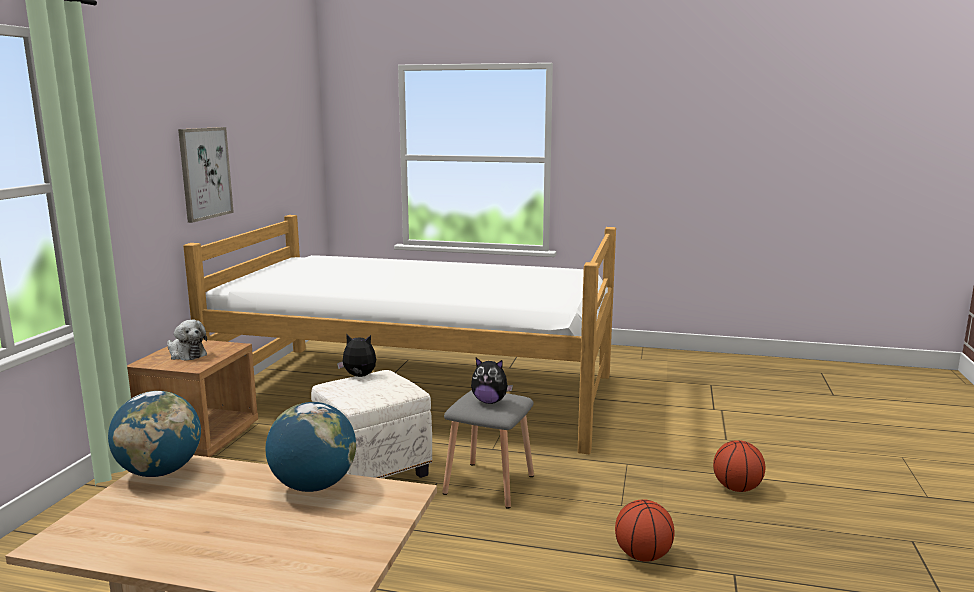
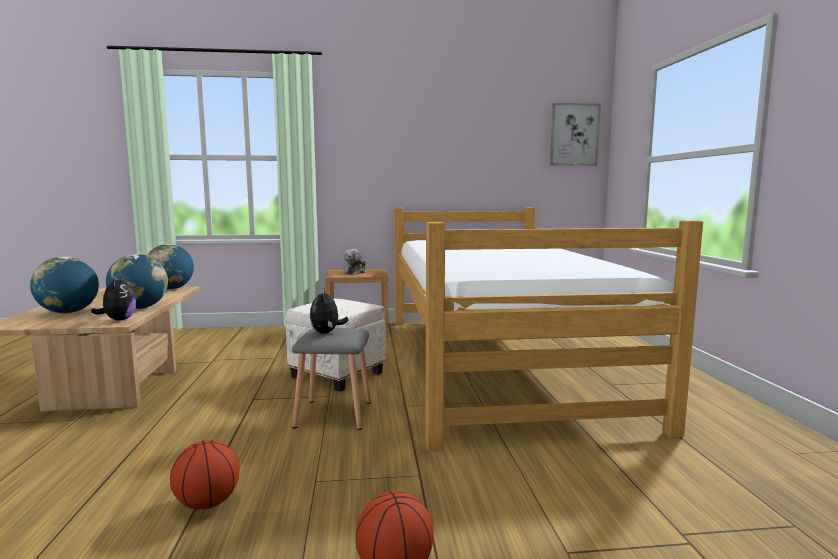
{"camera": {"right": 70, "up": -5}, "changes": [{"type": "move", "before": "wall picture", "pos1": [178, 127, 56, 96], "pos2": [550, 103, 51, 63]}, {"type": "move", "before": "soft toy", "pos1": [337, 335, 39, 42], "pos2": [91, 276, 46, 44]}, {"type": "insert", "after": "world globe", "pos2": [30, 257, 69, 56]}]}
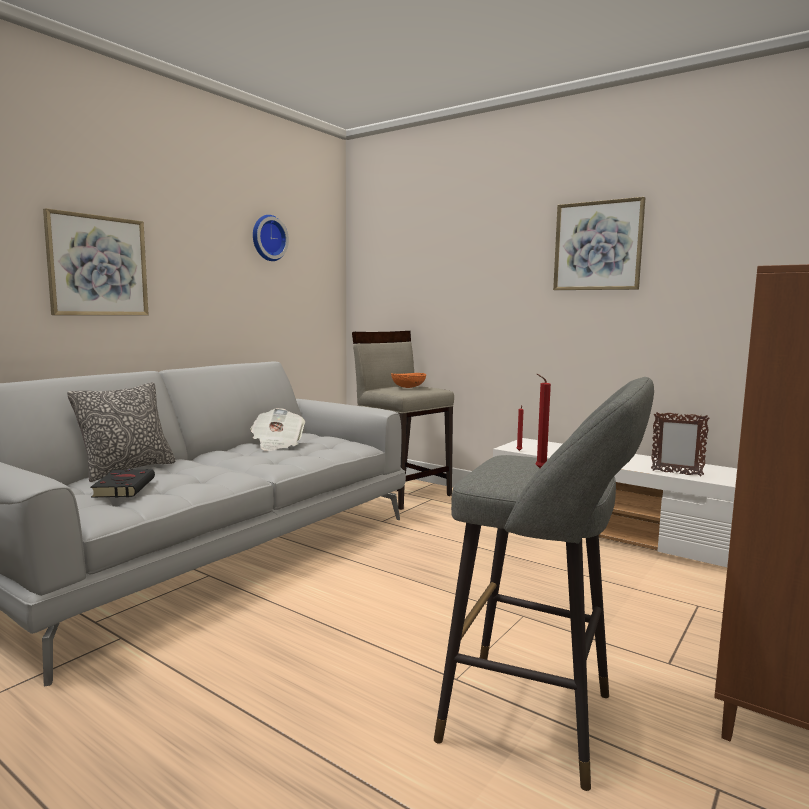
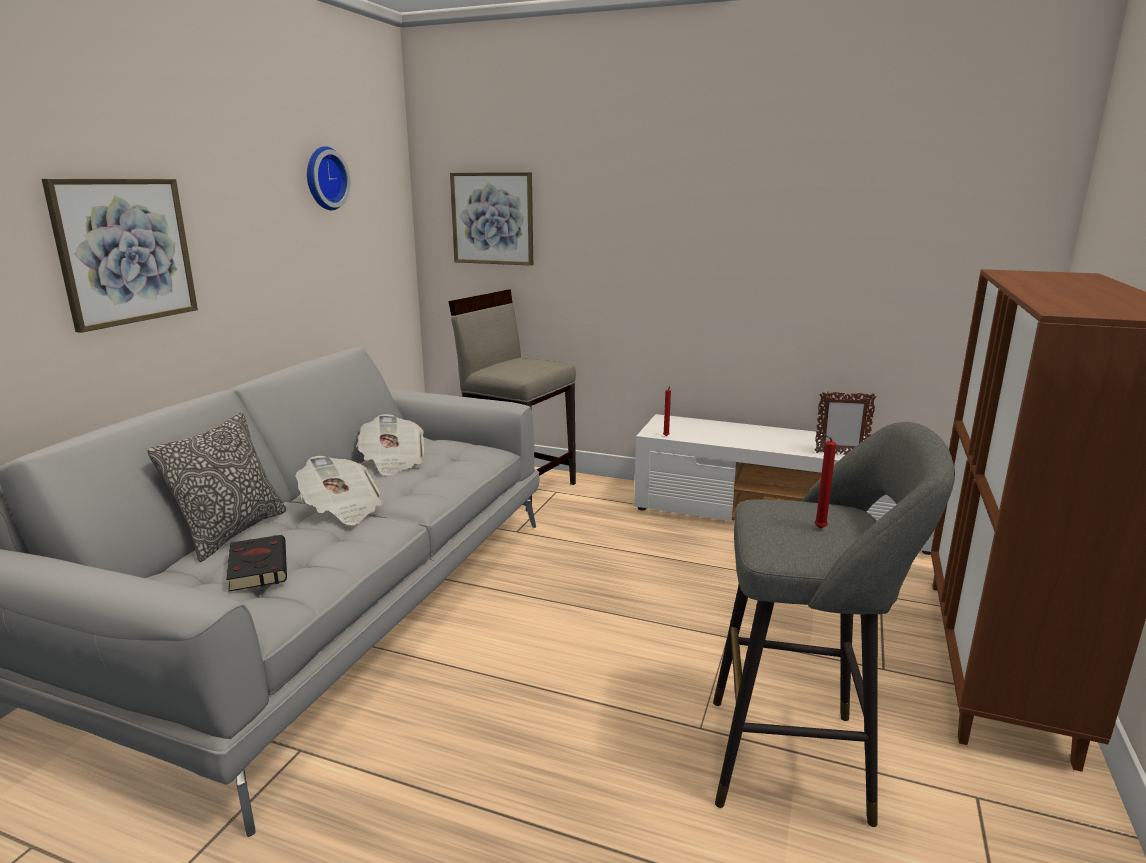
{"camera": {"right": -15, "up": 10}, "changes": [{"type": "delete", "before": "orange serving bowl", "pos1": [391, 373, 35, 15]}, {"type": "move", "before": "wall picture", "pos1": [553, 197, 92, 93], "pos2": [450, 172, 83, 94]}, {"type": "insert", "after": "newspaper", "pos2": [295, 456, 88, 69]}]}
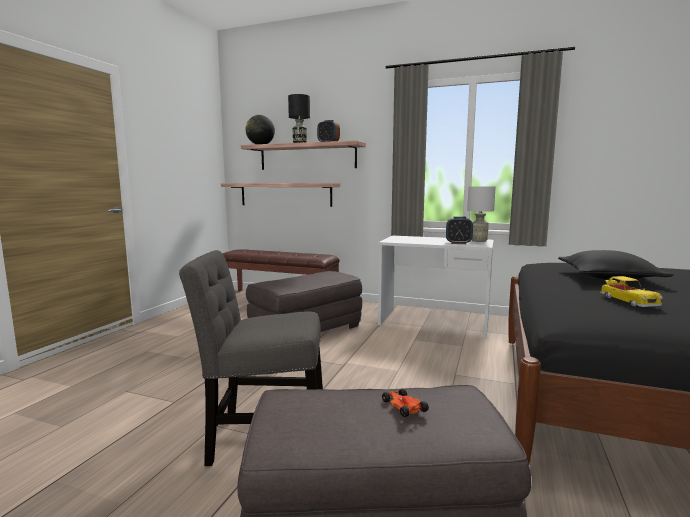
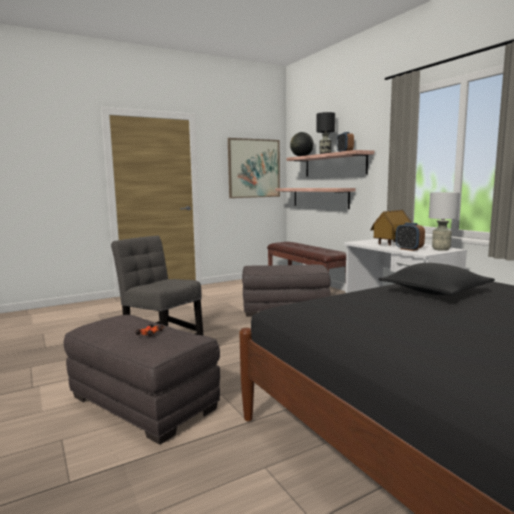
{"camera": {"right": 40, "up": 0}, "changes": [{"type": "delete", "before": "model car", "pos1": [600, 276, 63, 31]}, {"type": "insert", "after": "wall picture", "pos2": [228, 138, 52, 60]}, {"type": "insert", "after": "model house", "pos2": [371, 210, 41, 36]}]}
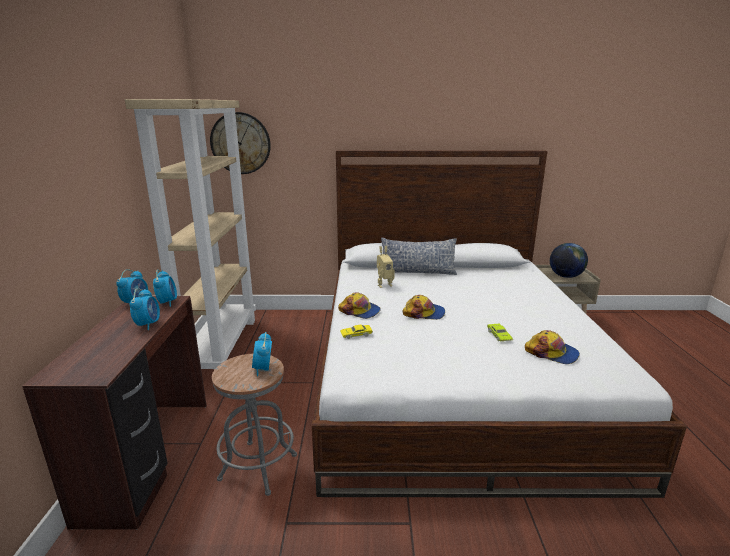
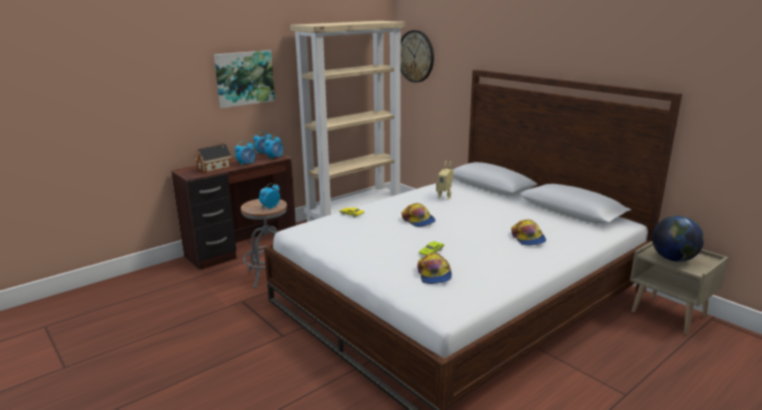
{"camera": {"right": 50, "up": 0}, "changes": [{"type": "move", "before": "cap", "pos1": [338, 293, 43, 26], "pos2": [511, 219, 35, 27]}, {"type": "delete", "before": "throw pillow", "pos1": [381, 238, 76, 37]}, {"type": "insert", "after": "model house", "pos2": [195, 142, 37, 31]}, {"type": "insert", "after": "wall picture", "pos2": [214, 50, 61, 58]}]}
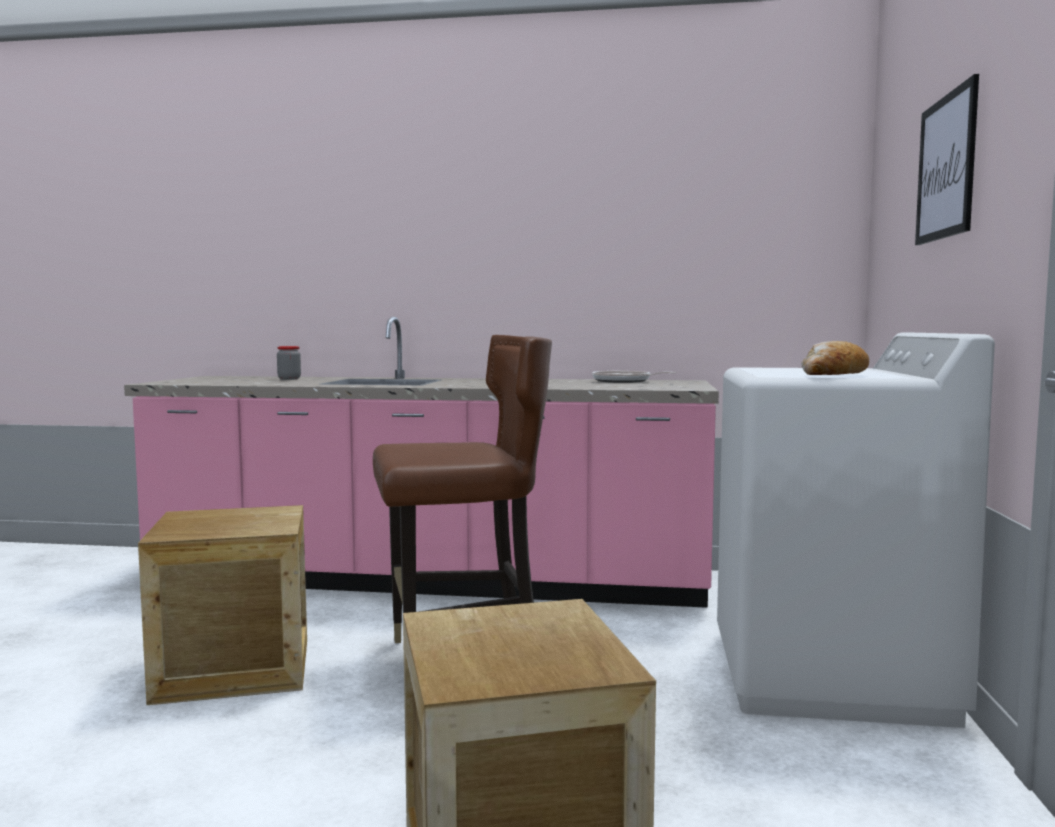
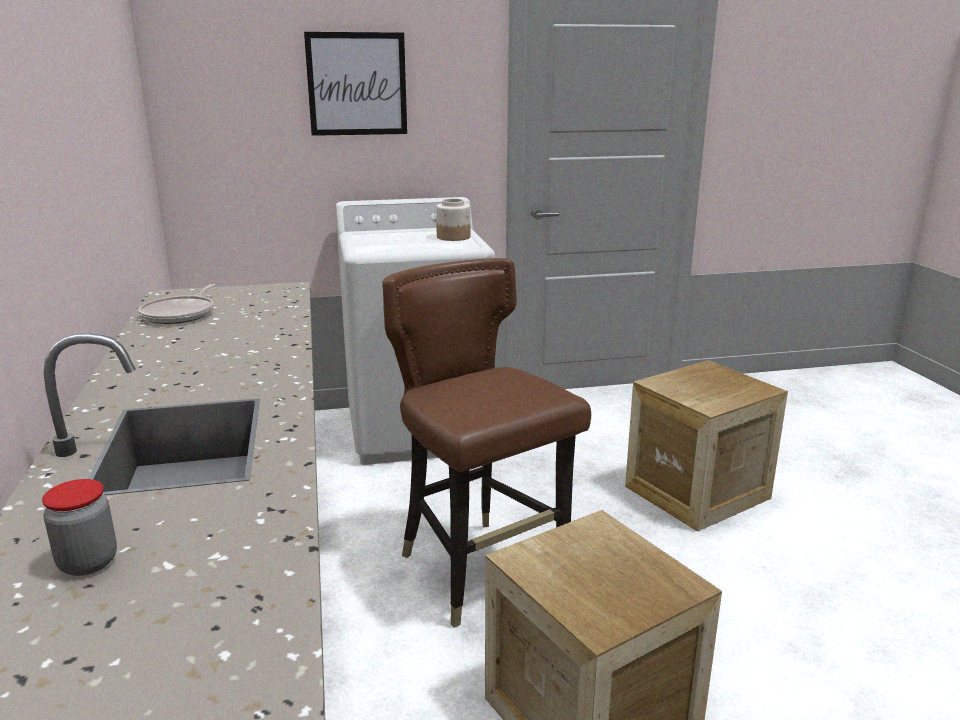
{"camera": {"right": -110, "up": 15}, "changes": [{"type": "replace", "before": "baked bread", "after": "storage jar", "pos1": [801, 341, 68, 34], "pos2": [436, 199, 34, 42]}]}
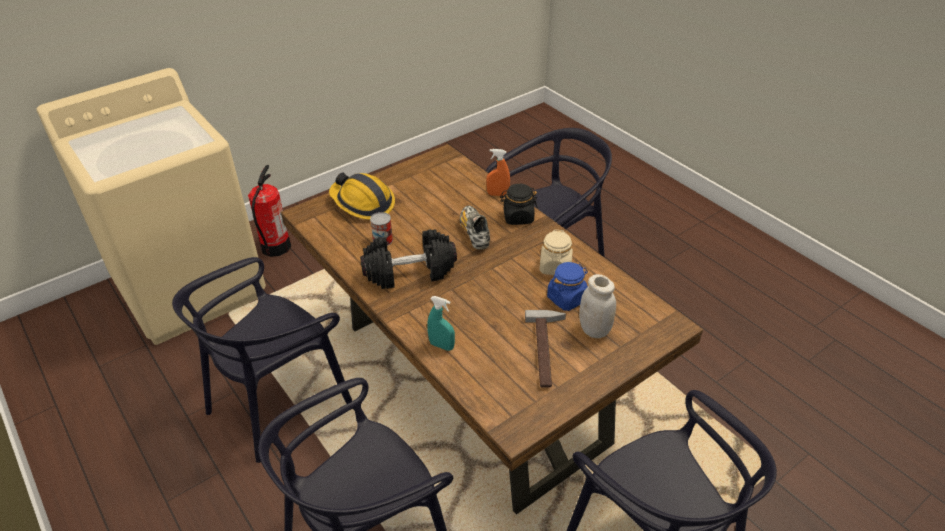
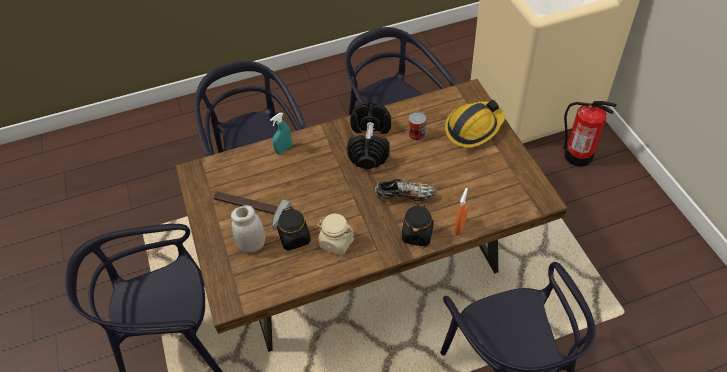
{"camera": {"right": 110, "up": 10}, "changes": [{"type": "recolor", "before": "blue-coloured storage jar", "after": "black storage jar", "pos1": [547, 262, 41, 49], "pos2": [277, 207, 34, 44]}]}
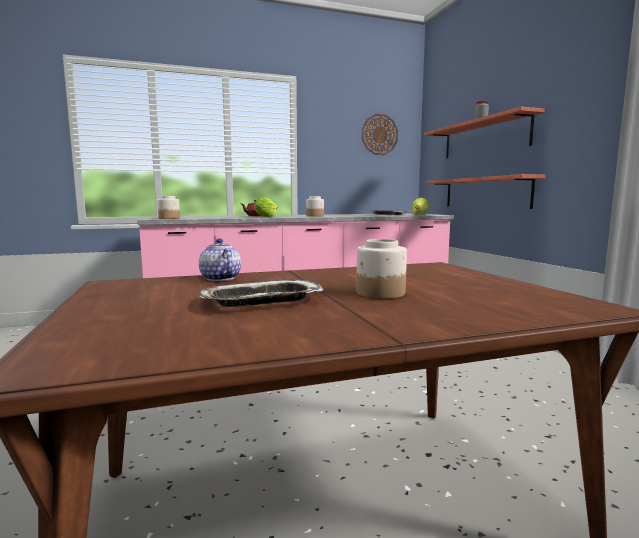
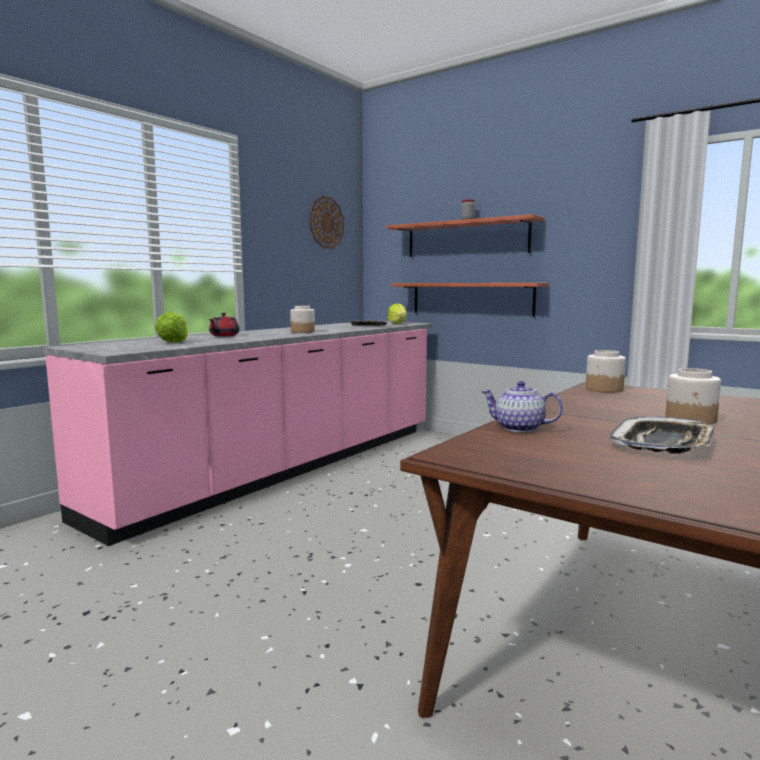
{"camera": {"right": -35, "up": 0}, "changes": [{"type": "move", "before": "storage jar", "pos1": [158, 196, 22, 23], "pos2": [586, 350, 40, 43]}, {"type": "move", "before": "head of lettuce", "pos1": [254, 197, 24, 20], "pos2": [155, 312, 33, 30]}]}
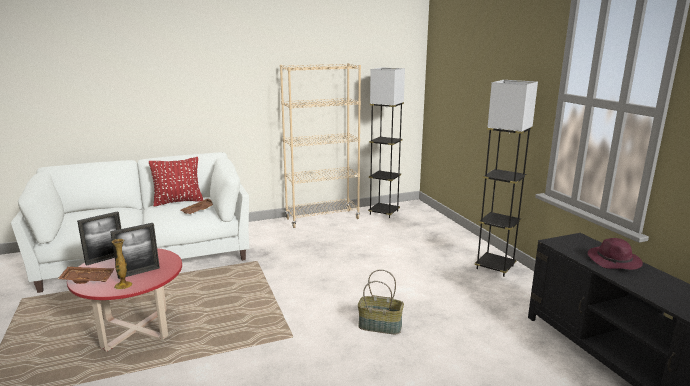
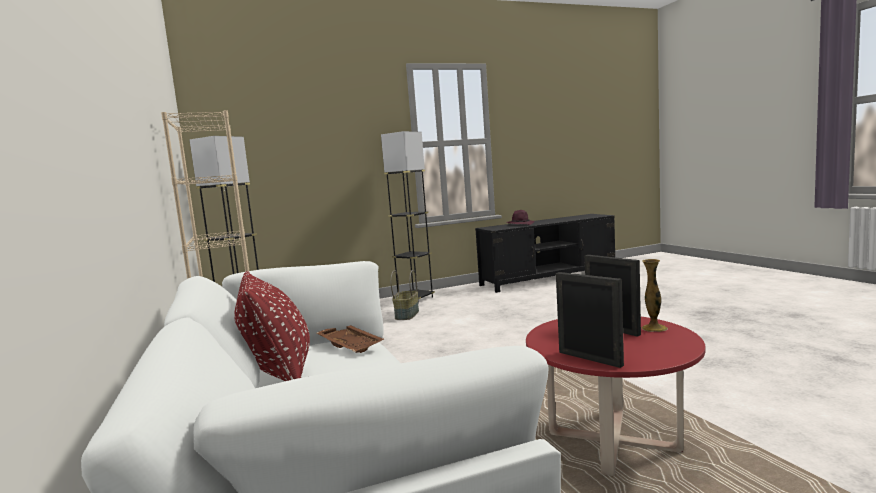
{"camera": {"right": -90, "up": -10}, "changes": [{"type": "delete", "before": "brown-coloured tray", "pos1": [58, 266, 57, 18]}, {"type": "move", "before": "basket", "pos1": [358, 270, 46, 64], "pos2": [391, 270, 28, 50]}]}
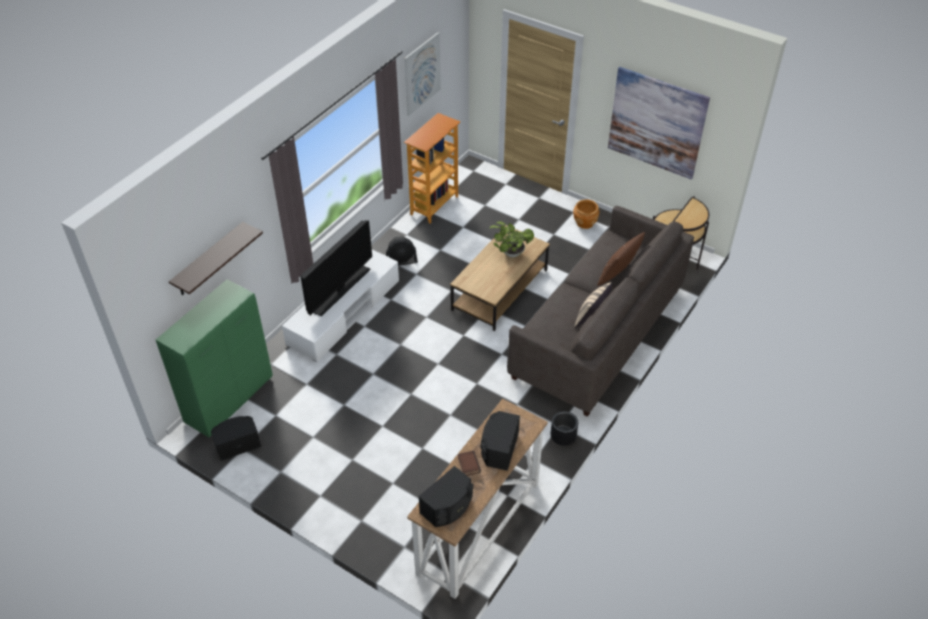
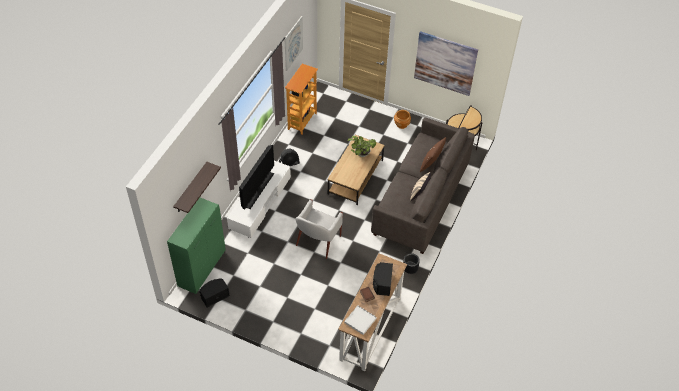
{"camera": {"right": -10, "up": 5}, "changes": [{"type": "replace", "before": "black audio speaker", "after": "white-coloured tray", "pos1": [418, 466, 56, 61], "pos2": [344, 305, 33, 30]}, {"type": "insert", "after": "white-coloured easy chair", "pos2": [295, 199, 48, 60]}]}
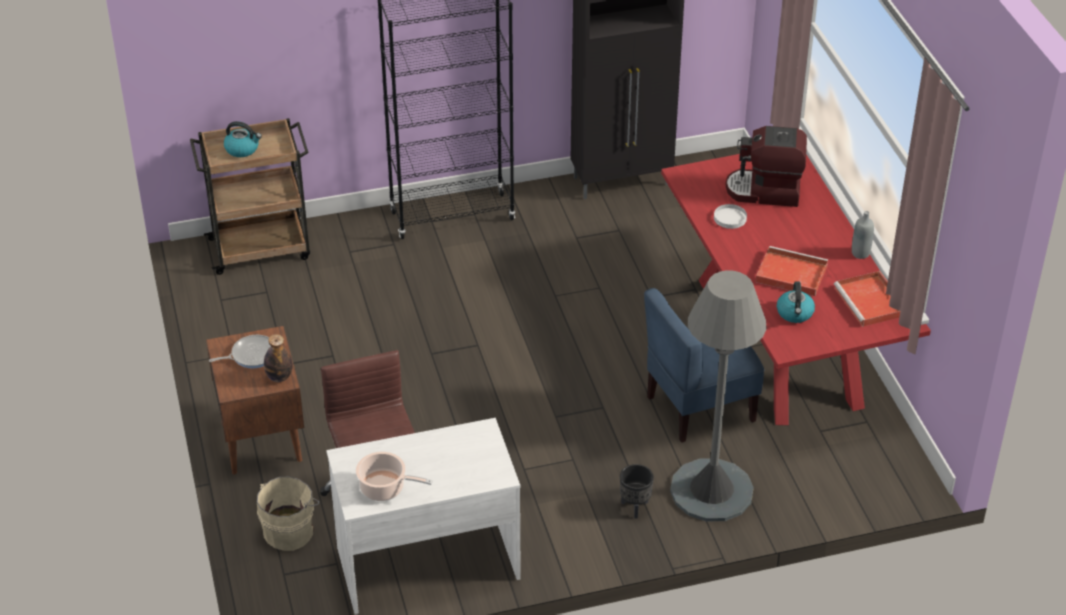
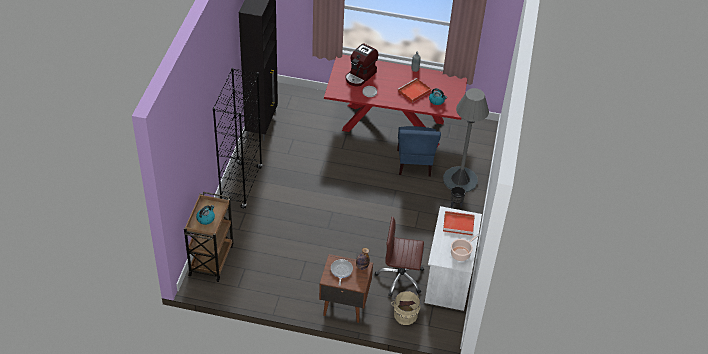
{"camera": {"right": -65, "up": 5}, "changes": [{"type": "move", "before": "red tray", "pos1": [834, 271, 66, 56], "pos2": [443, 211, 32, 25]}]}
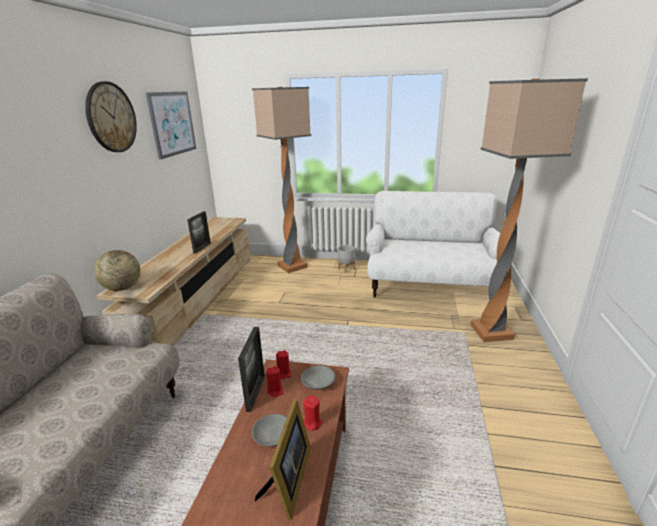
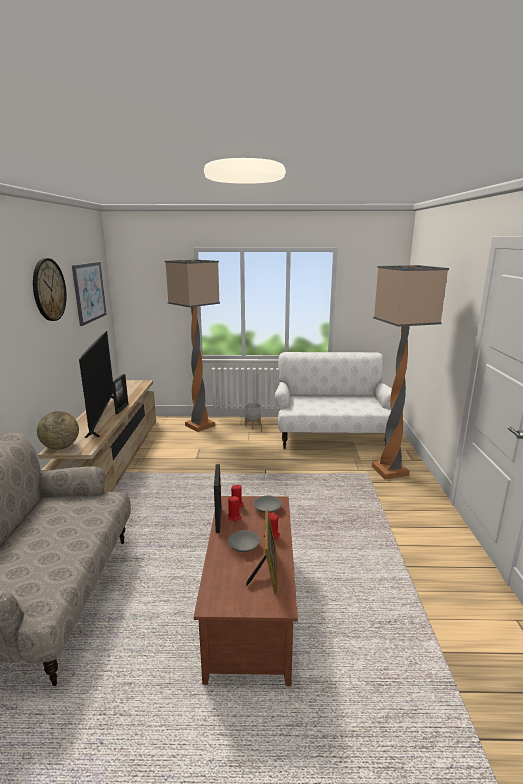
{"camera": {"right": -10, "up": -5}, "changes": [{"type": "insert", "after": "TV set", "pos2": [79, 331, 35, 107]}]}
